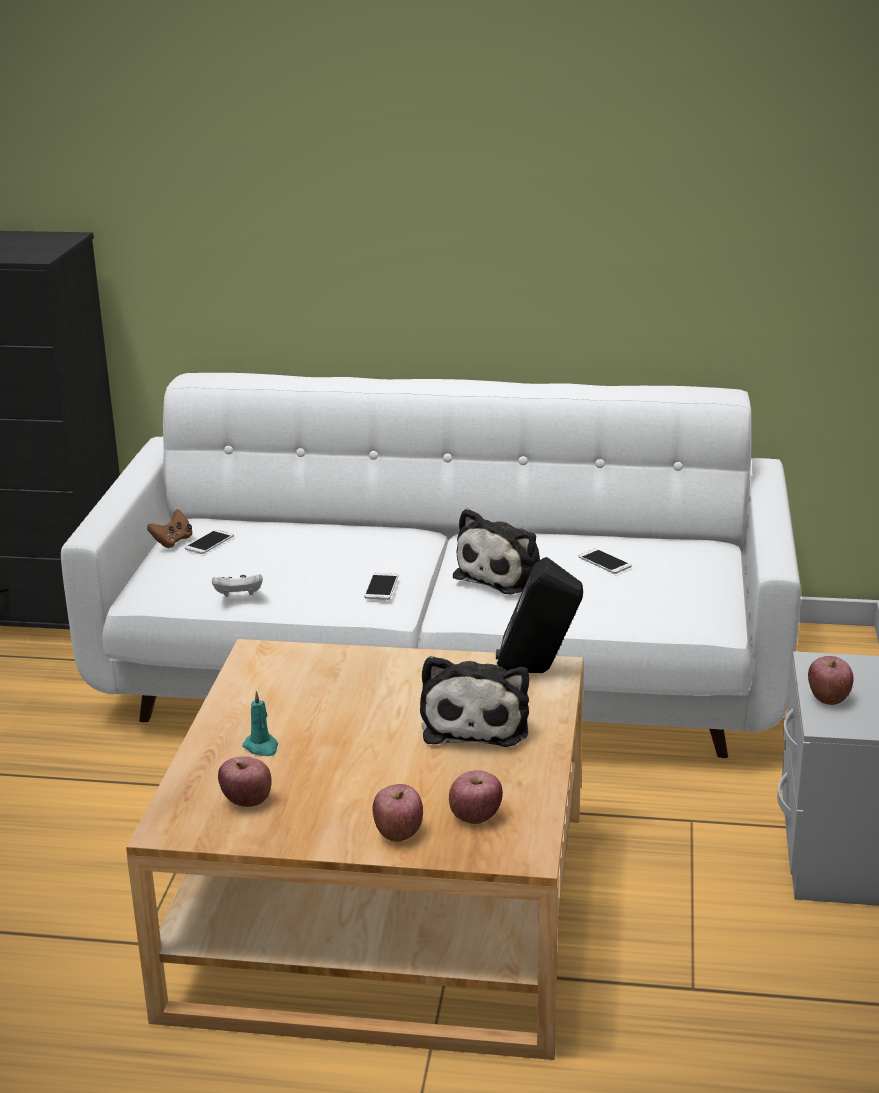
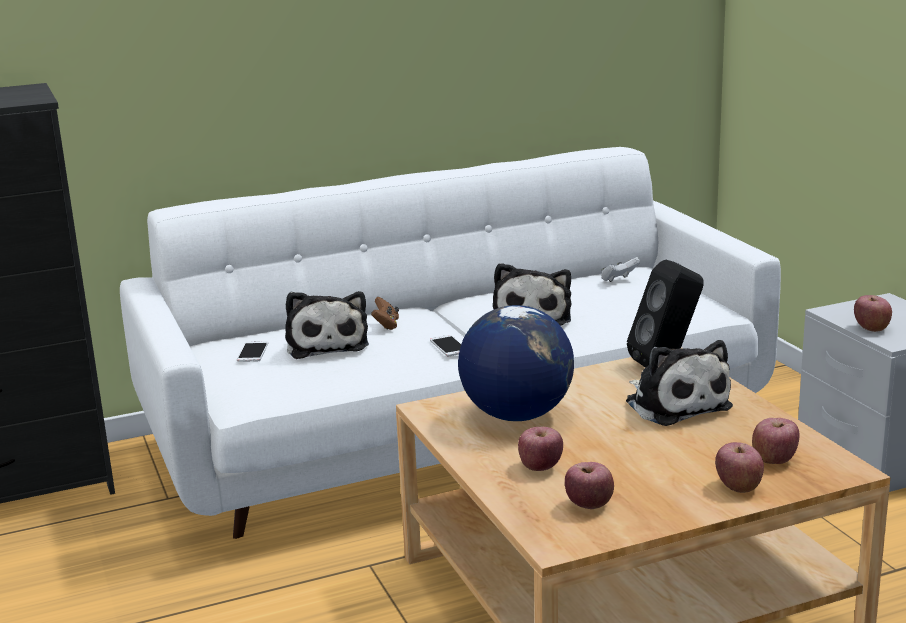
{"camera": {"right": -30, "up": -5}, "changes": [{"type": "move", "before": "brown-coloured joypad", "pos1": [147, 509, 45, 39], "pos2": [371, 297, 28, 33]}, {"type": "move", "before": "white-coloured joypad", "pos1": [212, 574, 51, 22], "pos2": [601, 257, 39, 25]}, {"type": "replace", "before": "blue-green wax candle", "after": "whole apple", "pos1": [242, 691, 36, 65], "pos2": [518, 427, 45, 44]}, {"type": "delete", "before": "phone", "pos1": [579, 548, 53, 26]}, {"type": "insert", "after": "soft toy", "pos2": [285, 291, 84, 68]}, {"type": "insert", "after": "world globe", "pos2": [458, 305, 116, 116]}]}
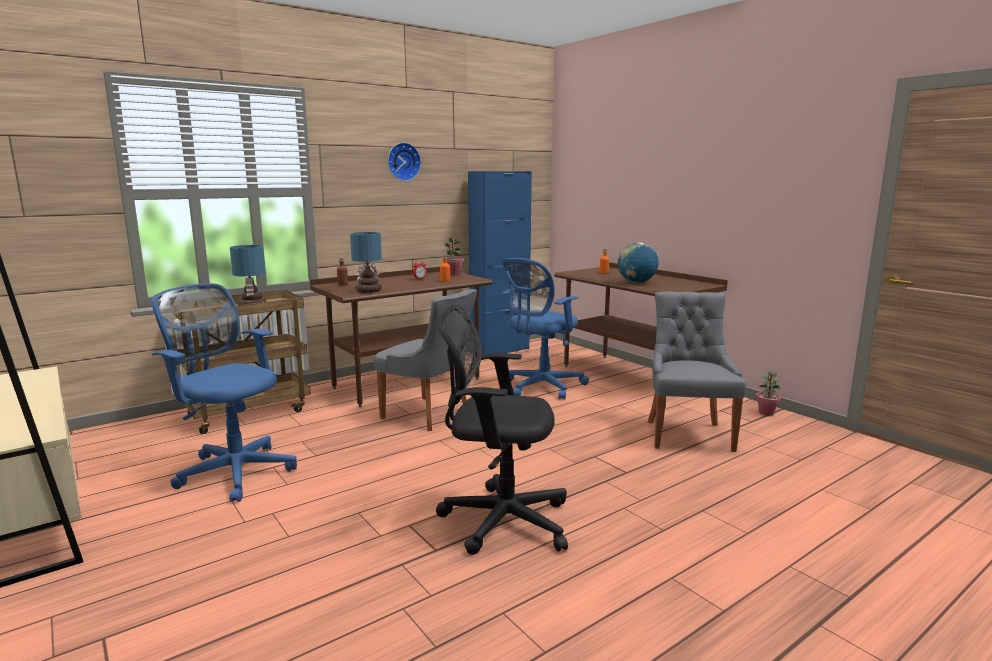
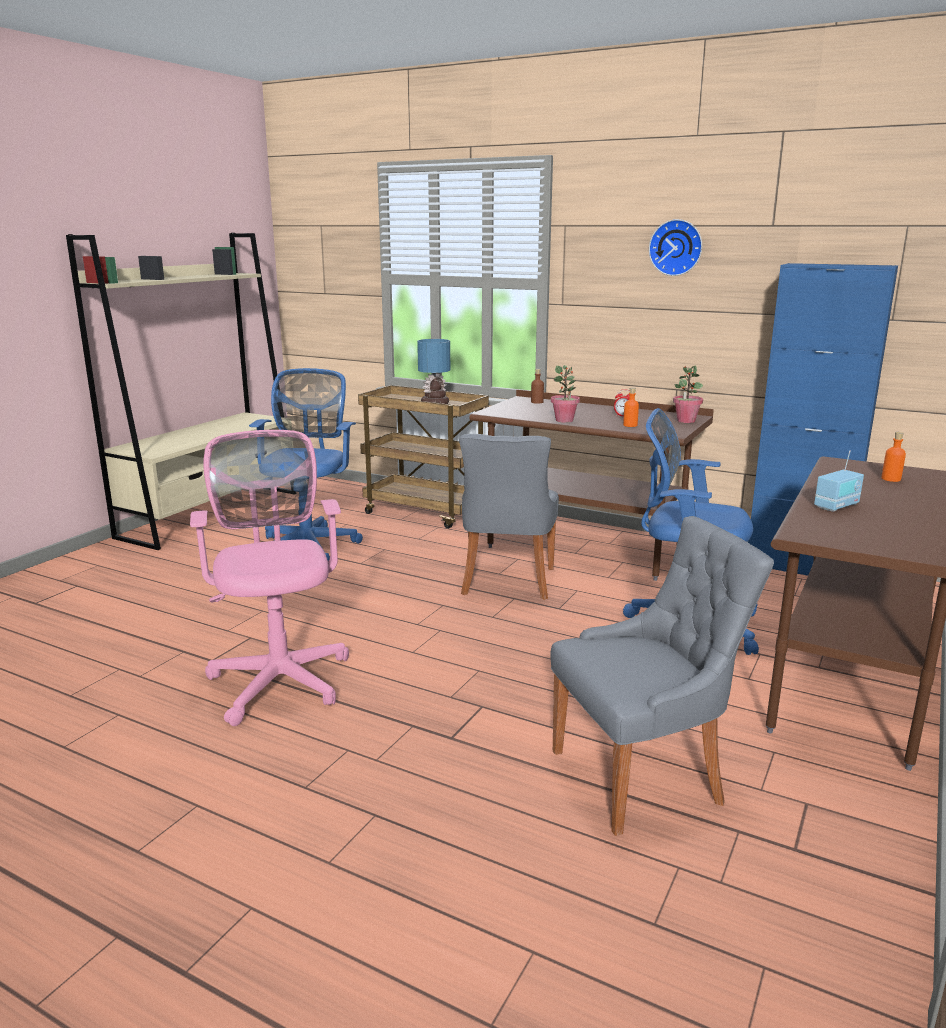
{"camera": {"right": 65, "up": 5}, "changes": [{"type": "delete", "before": "table lamp", "pos1": [350, 232, 32, 61]}, {"type": "recolor", "before": "black office chair", "after": "pinkish office chair", "pos1": [436, 304, 132, 251], "pos2": [190, 430, 159, 296]}, {"type": "replace", "before": "world globe", "after": "radio receiver", "pos1": [618, 242, 41, 41], "pos2": [814, 450, 50, 61]}, {"type": "move", "before": "plant in a pot", "pos1": [756, 372, 25, 44], "pos2": [551, 365, 29, 58]}]}
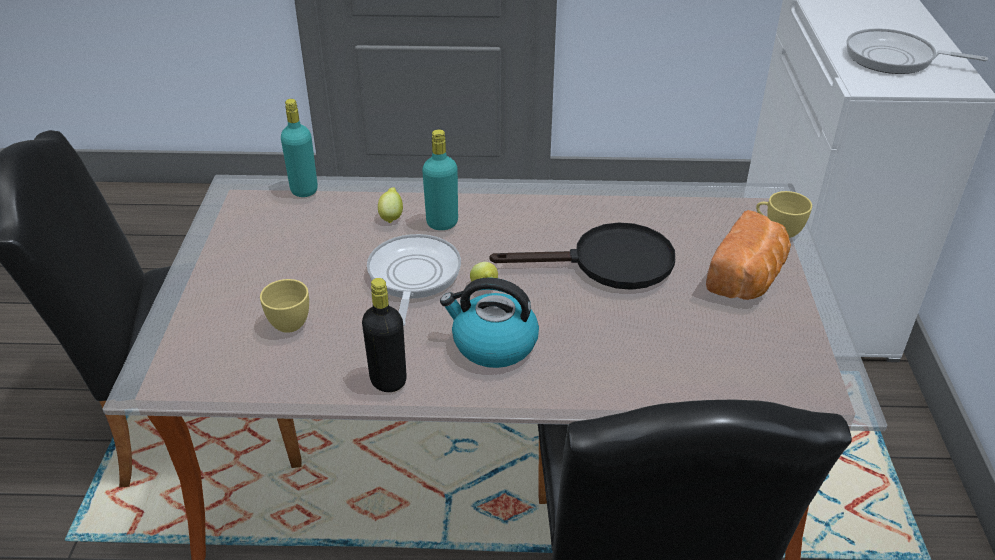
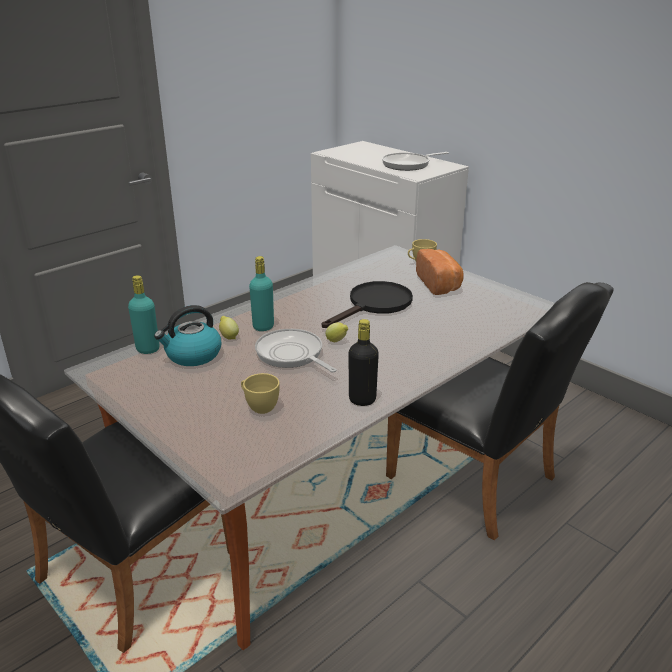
{"camera": {"right": -45, "up": -10}, "changes": [{"type": "move", "before": "water kettle", "pos1": [440, 277, 99, 91], "pos2": [154, 305, 67, 61]}]}
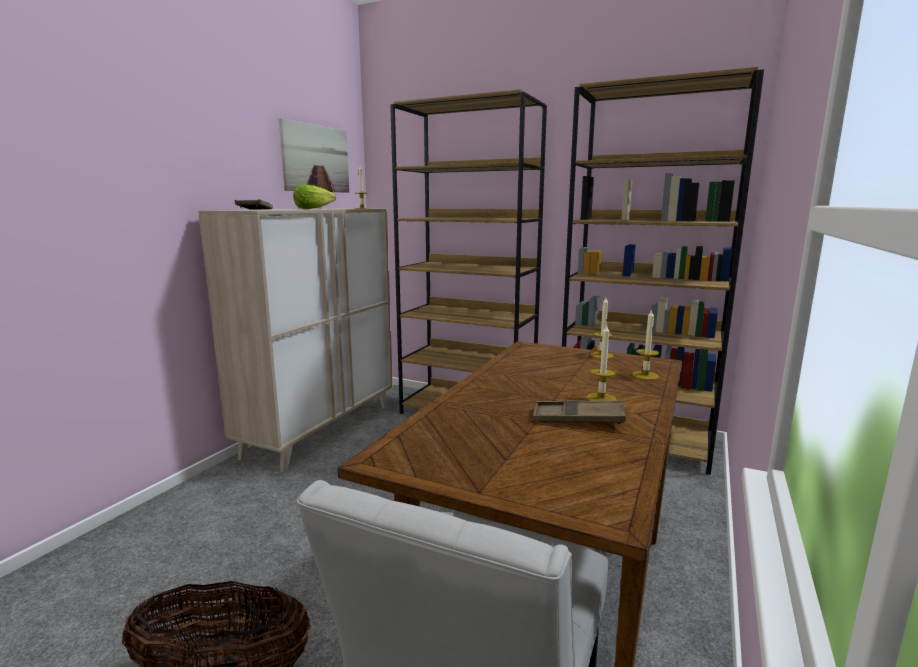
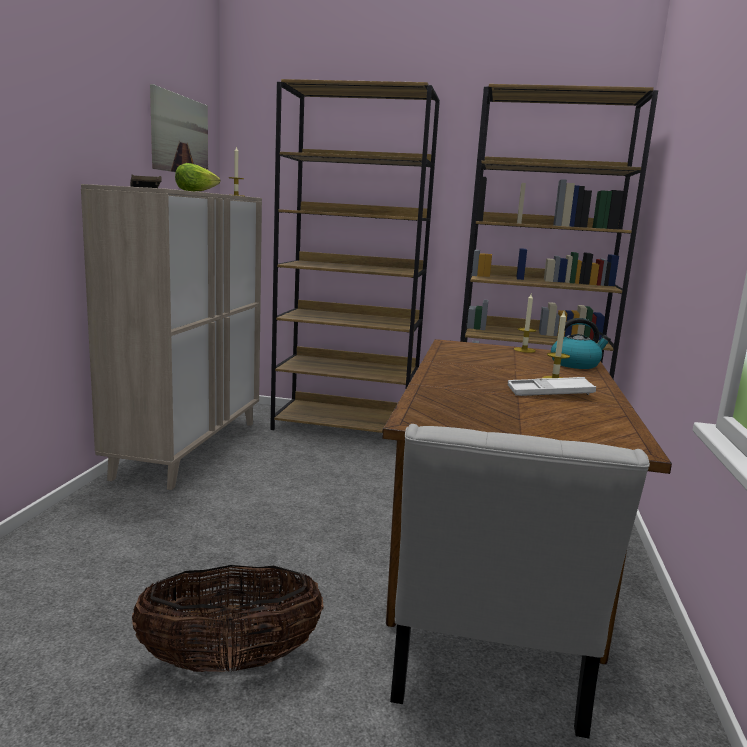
{"camera": {"right": -15, "up": 0}, "changes": [{"type": "recolor", "before": "brown-coloured tray", "after": "white-coloured tray", "pos1": [533, 400, 93, 24], "pos2": [508, 377, 88, 19]}, {"type": "replace", "before": "wax candle", "after": "water kettle", "pos1": [632, 309, 27, 71], "pos2": [551, 318, 60, 51]}]}
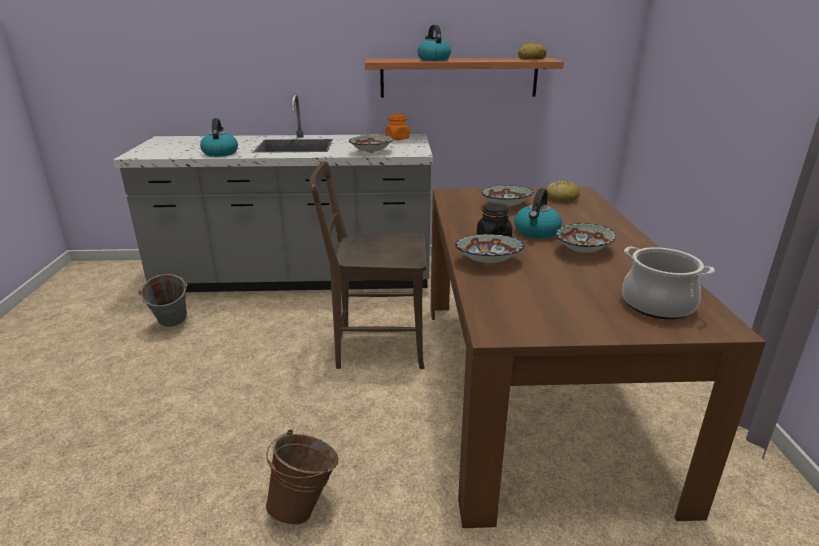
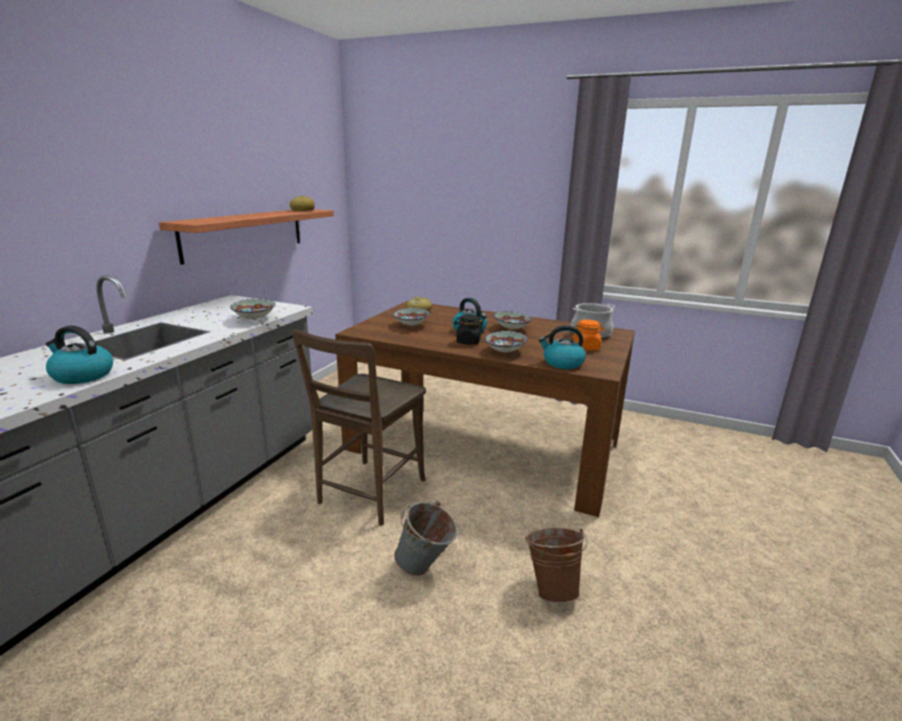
{"camera": {"right": -65, "up": -5}, "changes": [{"type": "move", "before": "gray water bucket", "pos1": [138, 274, 49, 53], "pos2": [394, 501, 64, 75]}, {"type": "move", "before": "orange storage jar", "pos1": [386, 114, 23, 26], "pos2": [573, 320, 32, 30]}, {"type": "move", "before": "water kettle", "pos1": [417, 25, 34, 36], "pos2": [538, 325, 48, 44]}]}
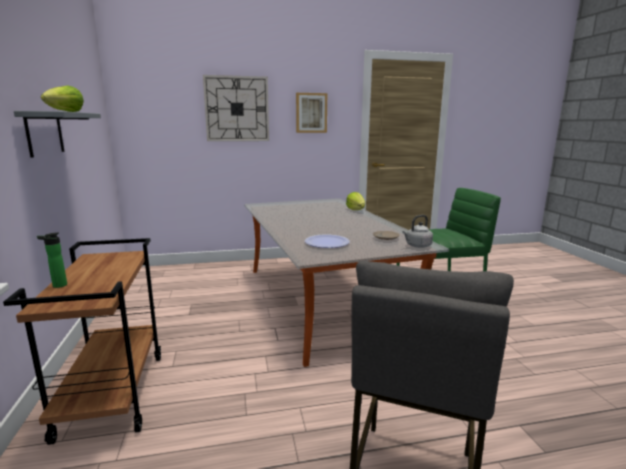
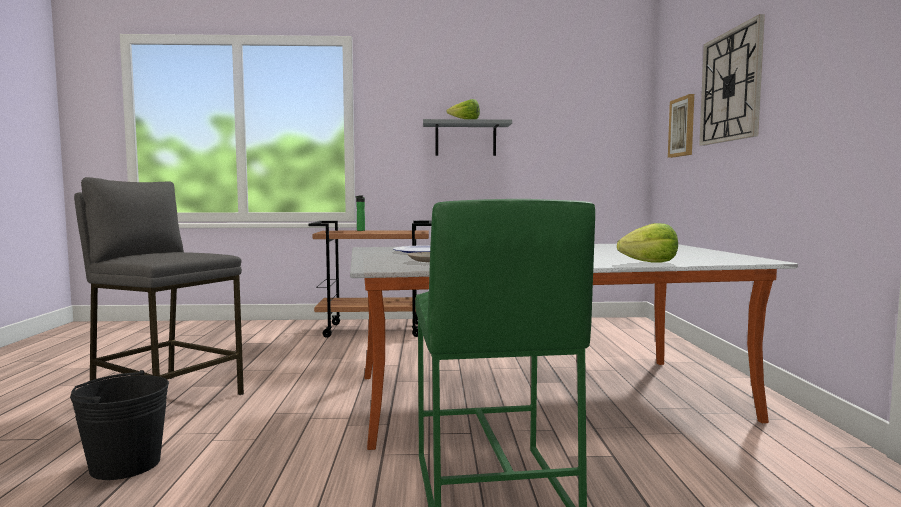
{"camera": {"right": 100, "up": -10}, "changes": [{"type": "move", "before": "wall picture", "pos1": [296, 93, 31, 40], "pos2": [668, 94, 26, 64]}, {"type": "delete", "before": "gray water kettle", "pos1": [402, 215, 31, 33]}, {"type": "insert", "after": "black water bucket", "pos2": [70, 370, 99, 110]}]}
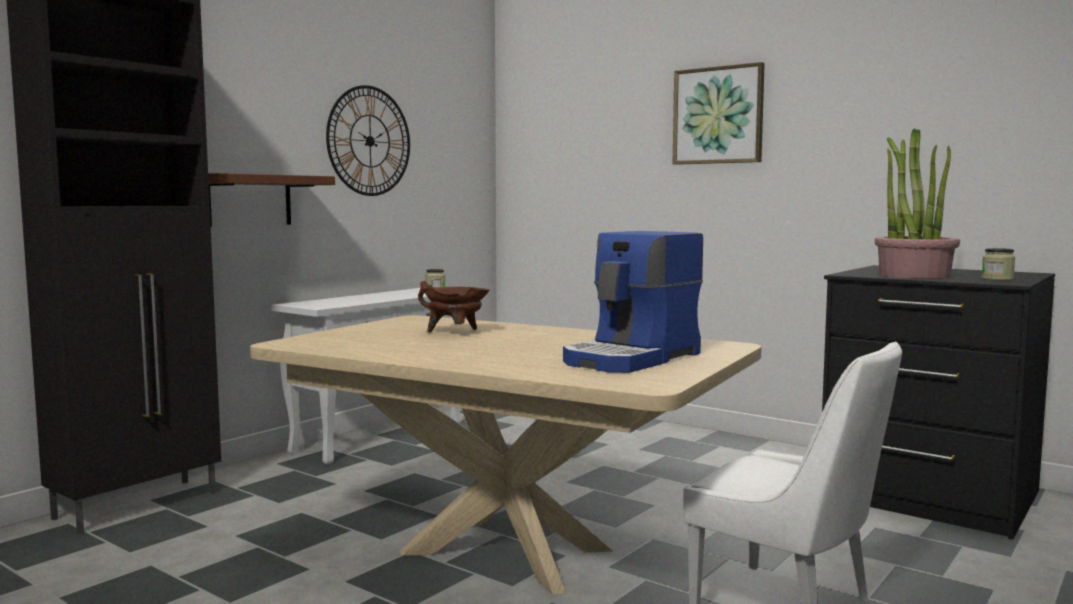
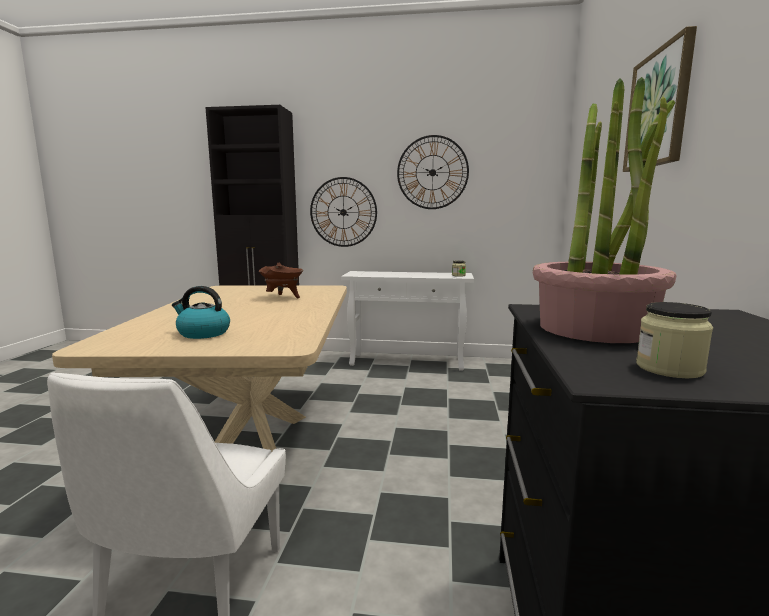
{"camera": {"right": 60, "up": 5}, "changes": [{"type": "replace", "before": "brown-coloured bracket shelf", "after": "clock on the wall", "pos1": [208, 173, 127, 54], "pos2": [310, 177, 67, 70]}, {"type": "replace", "before": "coffee machine", "after": "water kettle", "pos1": [563, 231, 140, 142], "pos2": [172, 286, 58, 53]}]}
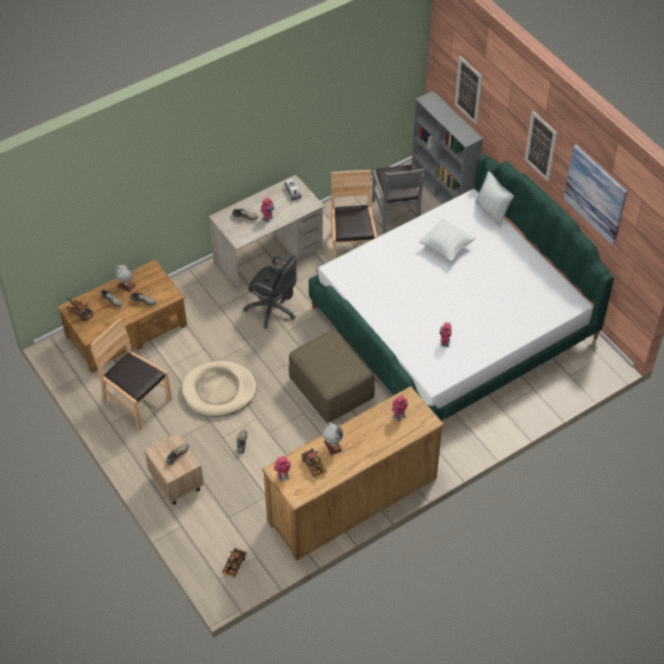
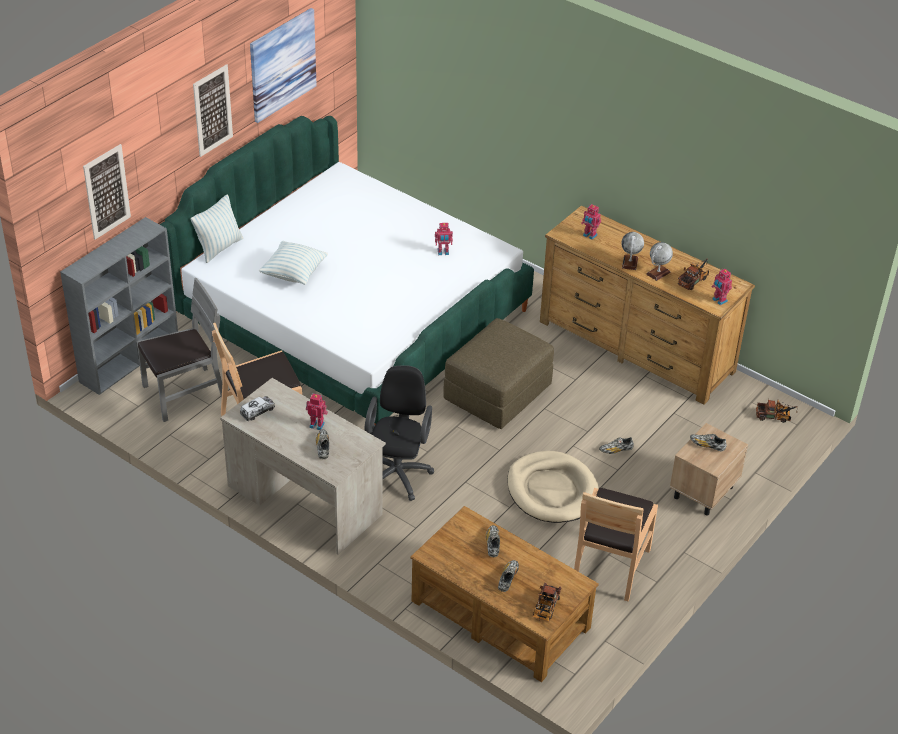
{"camera": {"right": -110, "up": -10}, "changes": [{"type": "move", "before": "world globe", "pos1": [115, 265, 21, 27], "pos2": [621, 232, 23, 38]}]}
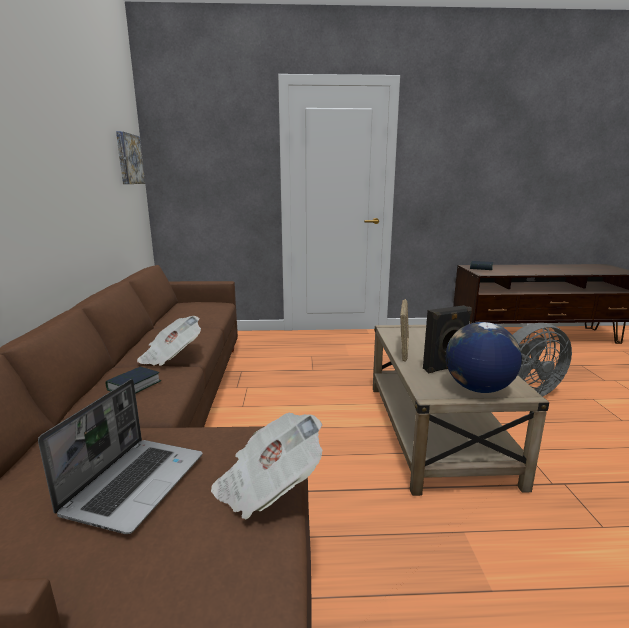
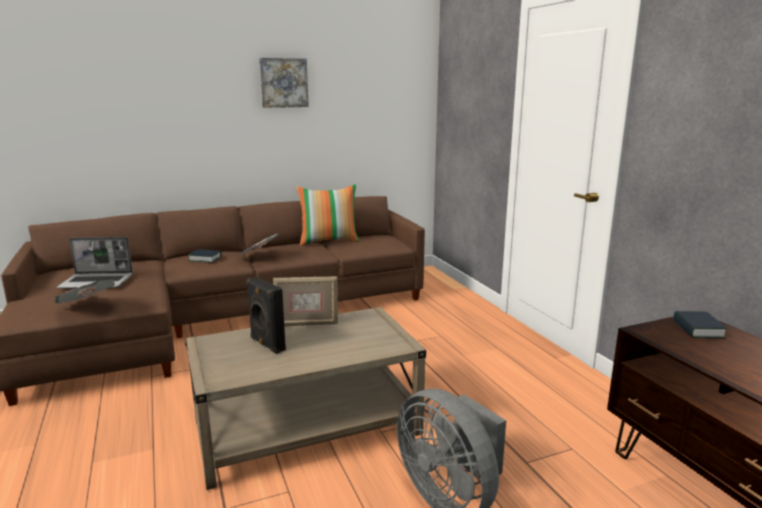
{"camera": {"right": 70, "up": 0}, "changes": [{"type": "move", "before": "wall picture", "pos1": [116, 131, 29, 53], "pos2": [259, 58, 50, 50]}, {"type": "delete", "before": "world globe", "pos1": [446, 322, 76, 71]}, {"type": "insert", "after": "throw pillow", "pos2": [296, 184, 64, 62]}]}
